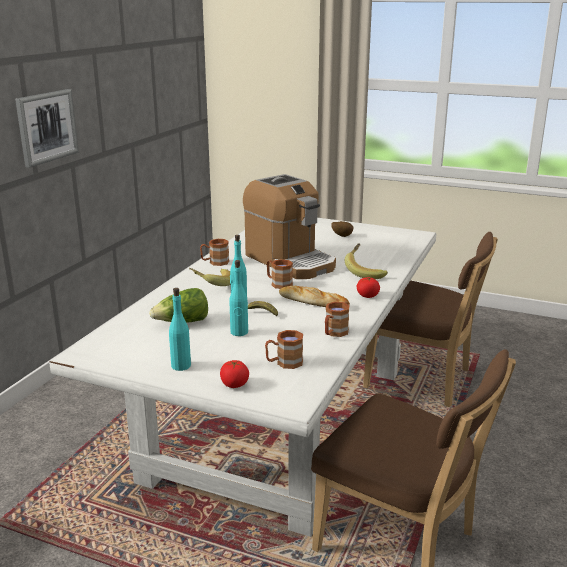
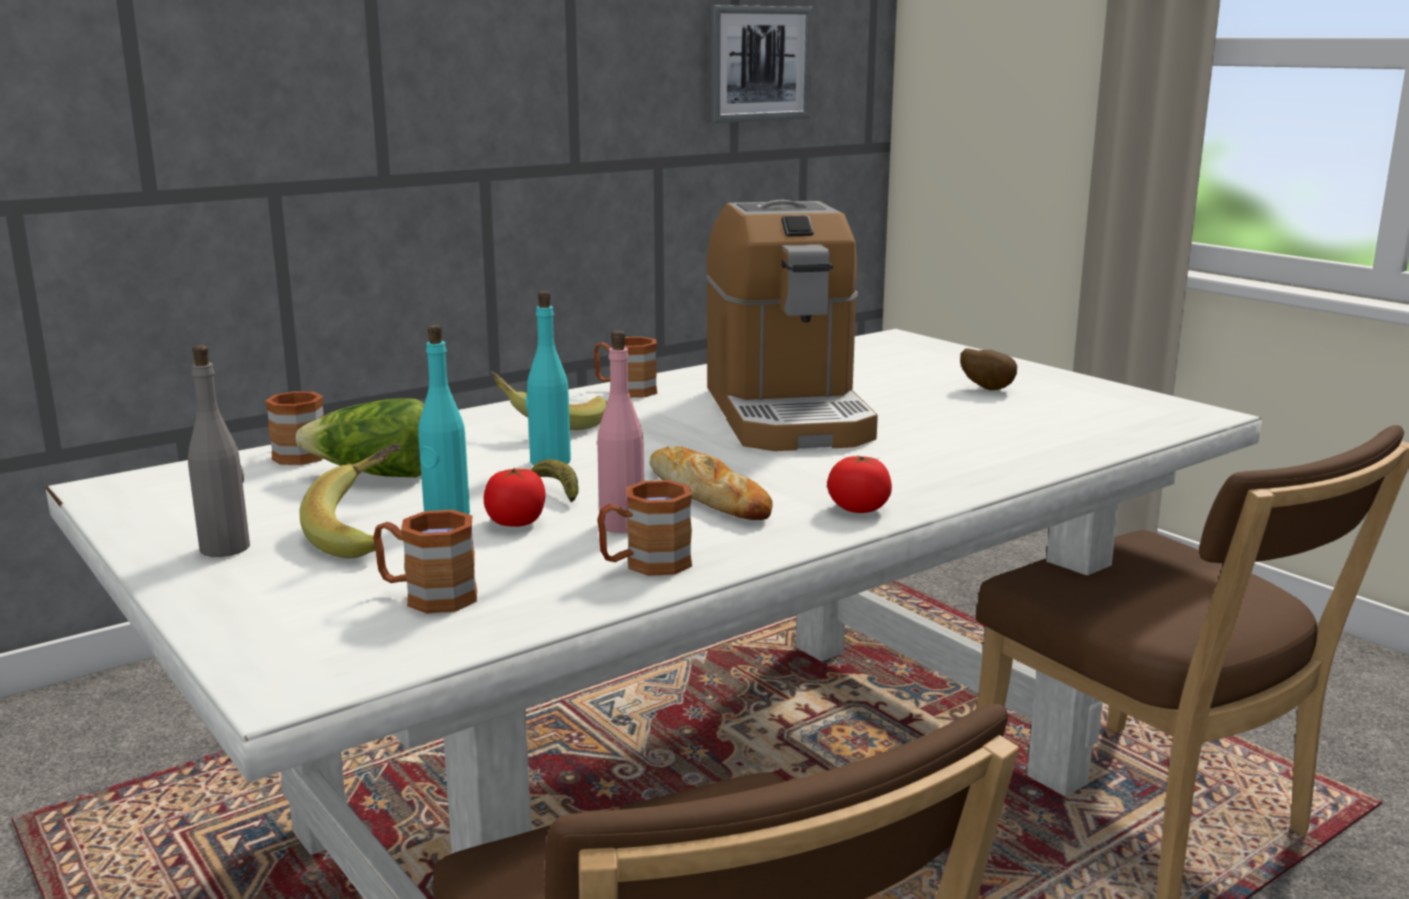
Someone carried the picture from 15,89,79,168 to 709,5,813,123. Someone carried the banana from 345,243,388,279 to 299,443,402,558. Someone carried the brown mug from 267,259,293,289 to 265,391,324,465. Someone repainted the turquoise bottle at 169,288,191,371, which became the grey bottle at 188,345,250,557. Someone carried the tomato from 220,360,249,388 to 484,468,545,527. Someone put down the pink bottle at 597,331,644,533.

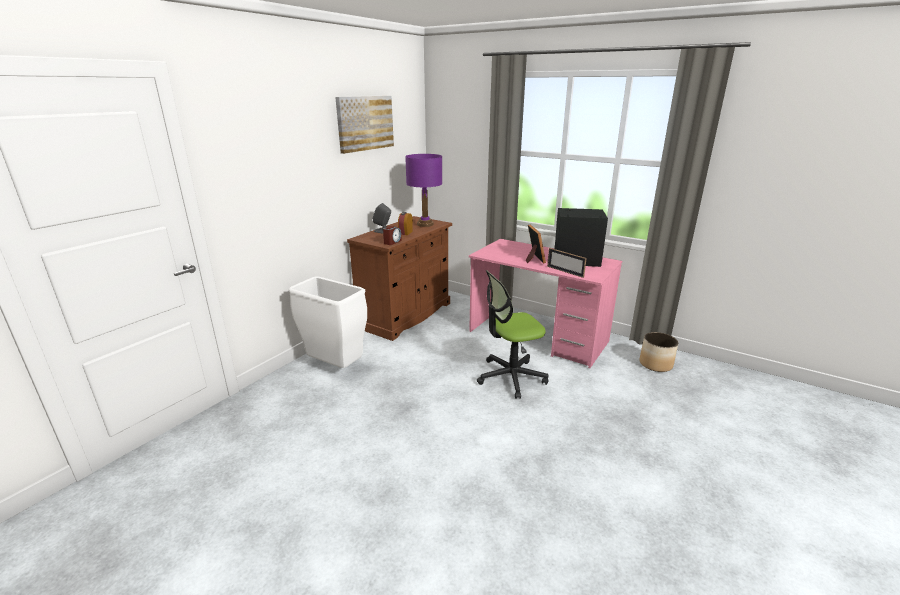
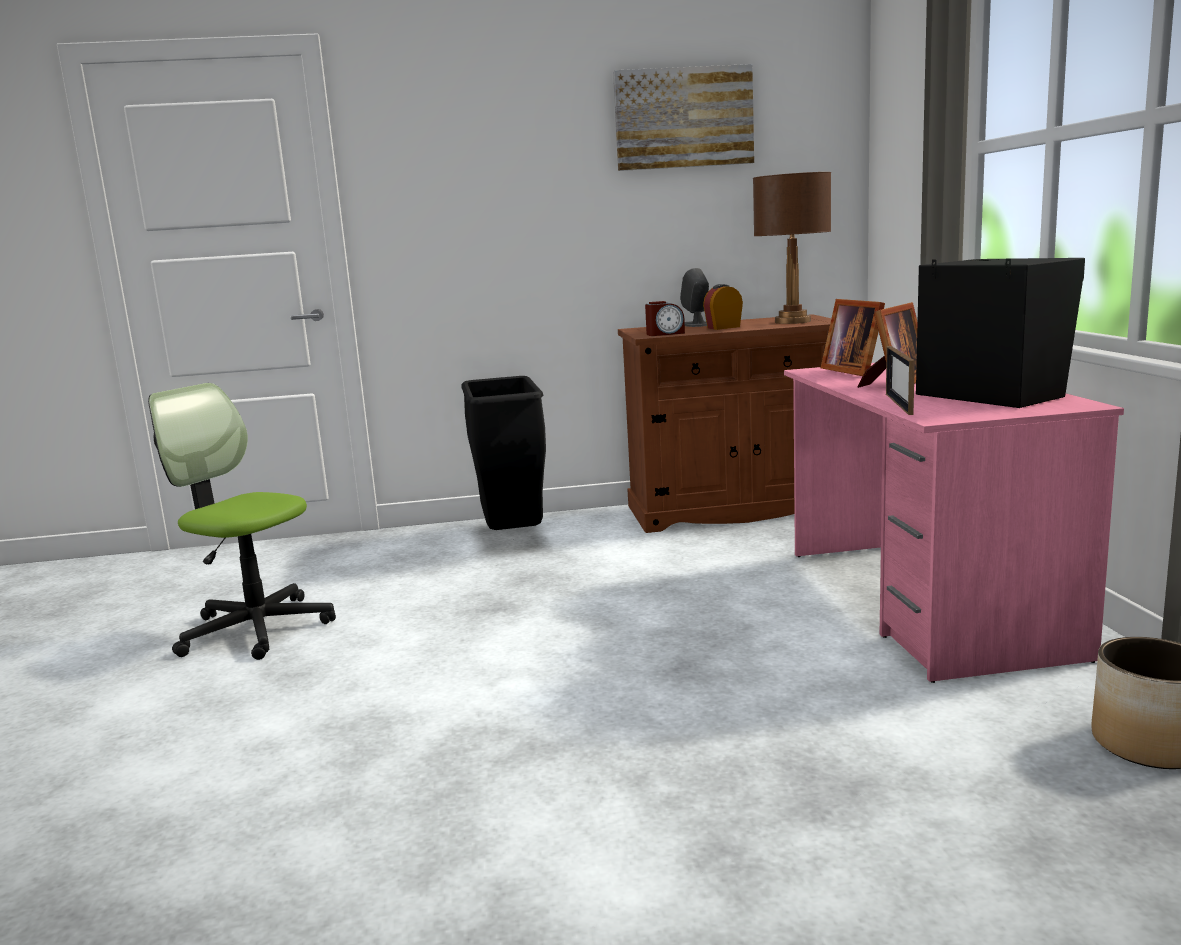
Someone repainted the purple table lamp at 405,154,442,227, which became the brown table lamp at 753,172,831,324. Someone carried the office chair from 477,270,549,399 to 148,383,336,660. Someone repainted the white trash can at 288,276,367,368, which became the black trash can at 461,376,546,530. Someone put down the picture frame at 821,299,885,376.

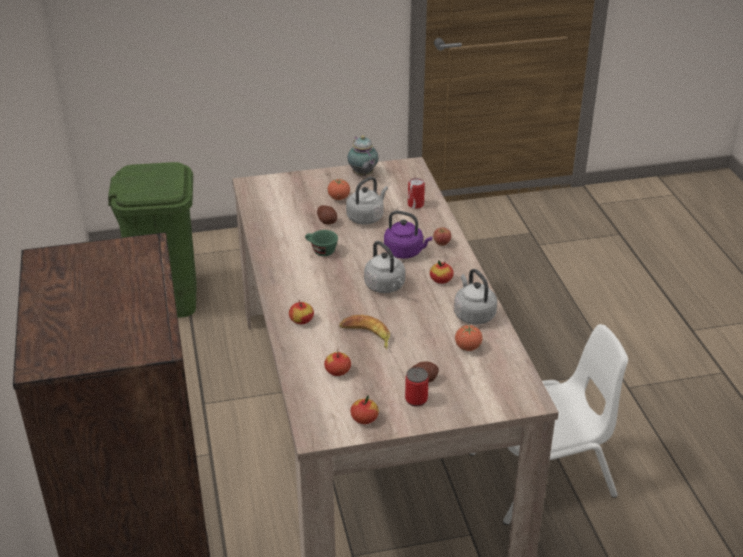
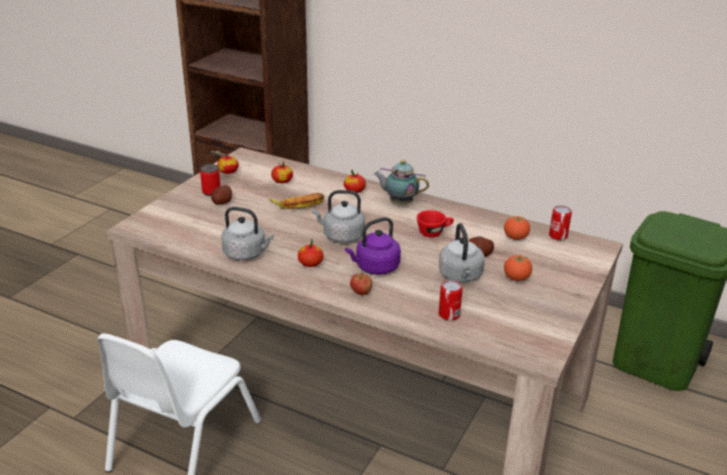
Someone carried the teapot from 347,135,378,176 to 374,160,429,205. Someone repainted the green cup at 305,230,338,256, which became the red cup at 417,210,454,237. Someone carried the tomato from 455,325,482,351 to 504,216,530,240. Someone put down the can at 549,205,572,240.

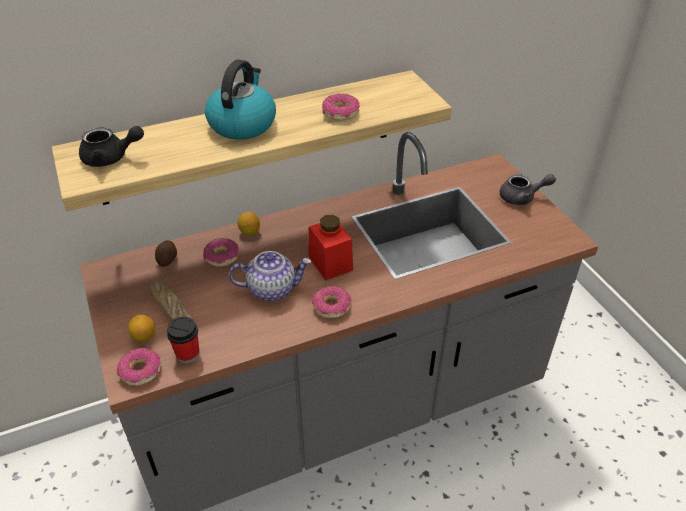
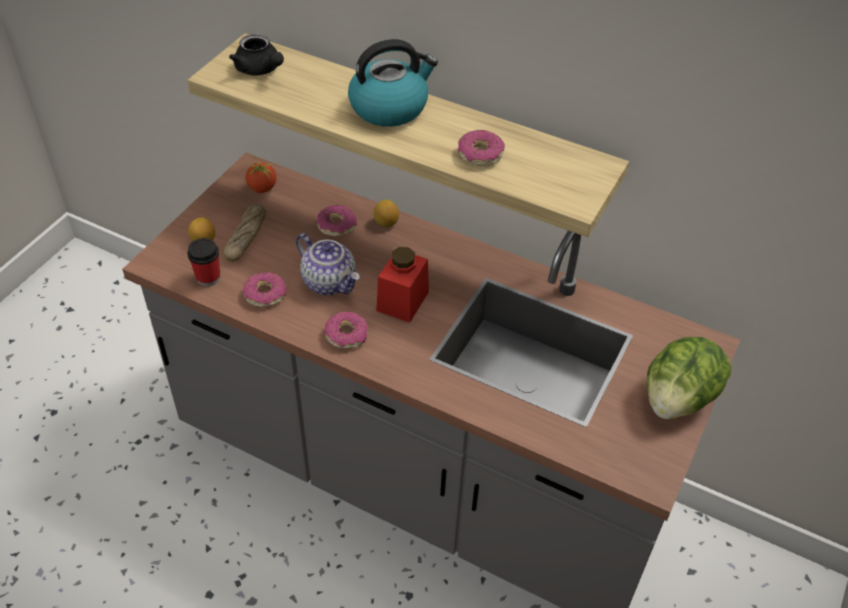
Someone swapped the grey teapot at 500,174,556,205 for the lettuce at 647,337,731,419. Someone took away the potato at 155,240,177,267. Someone carried the donut from 117,348,161,386 to 243,272,286,307. Someone put down the tomato at 244,157,276,193.

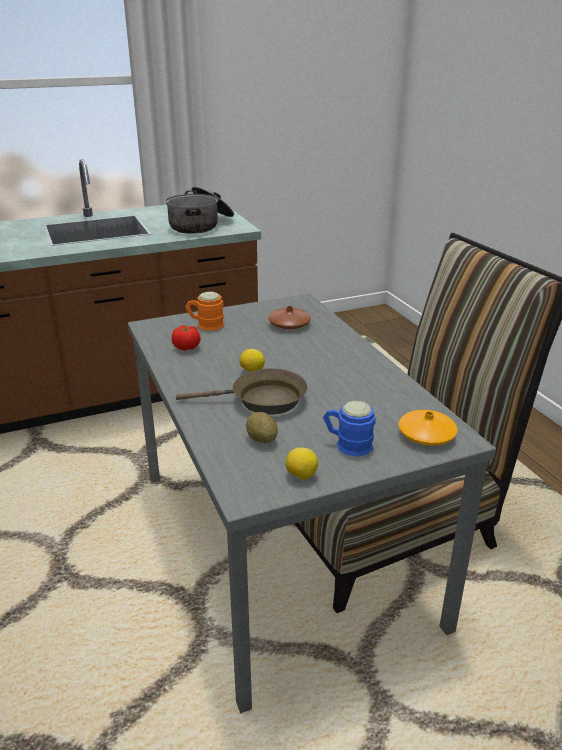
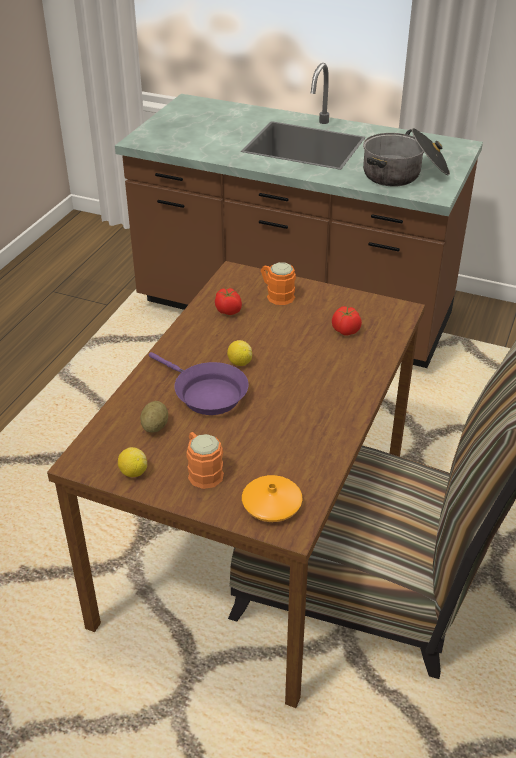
Someone repainted the grey dining table at 128,294,496,714, which became the brown dining table at 47,261,425,708. Someone swapped the brown vase at 268,306,311,329 for the tomato at 332,306,362,335. Someone repainted the brown frying pan at 176,368,307,415, which became the purple frying pan at 149,352,249,415. Someone repainted the blue mug at 323,400,375,457, which became the orange mug at 186,432,224,489.

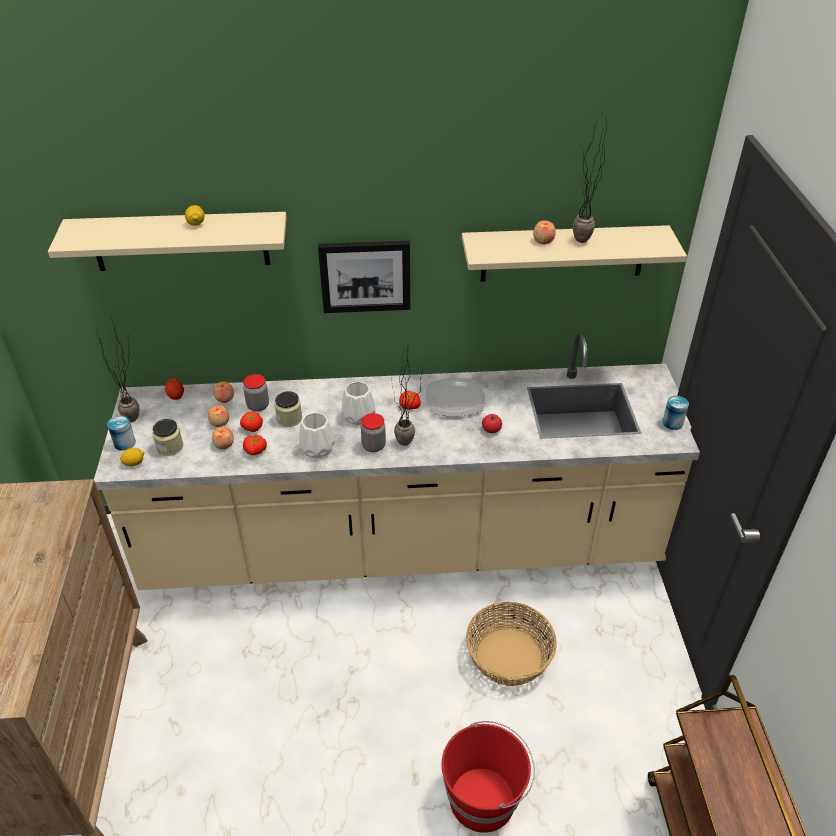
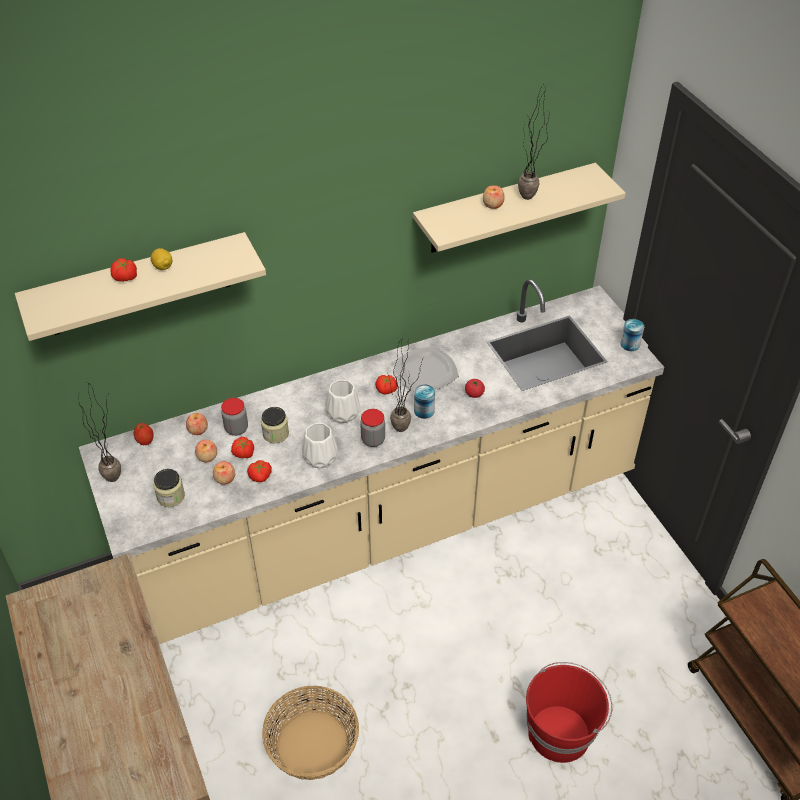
Someone took away the picture at 318,241,410,313. Someone carried the can from 107,415,136,451 to 414,385,435,419. Someone took away the lemon at 120,448,144,467. Someone carried the basket from 466,602,557,686 to 262,686,359,780. Someone put down the tomato at 111,258,137,282.

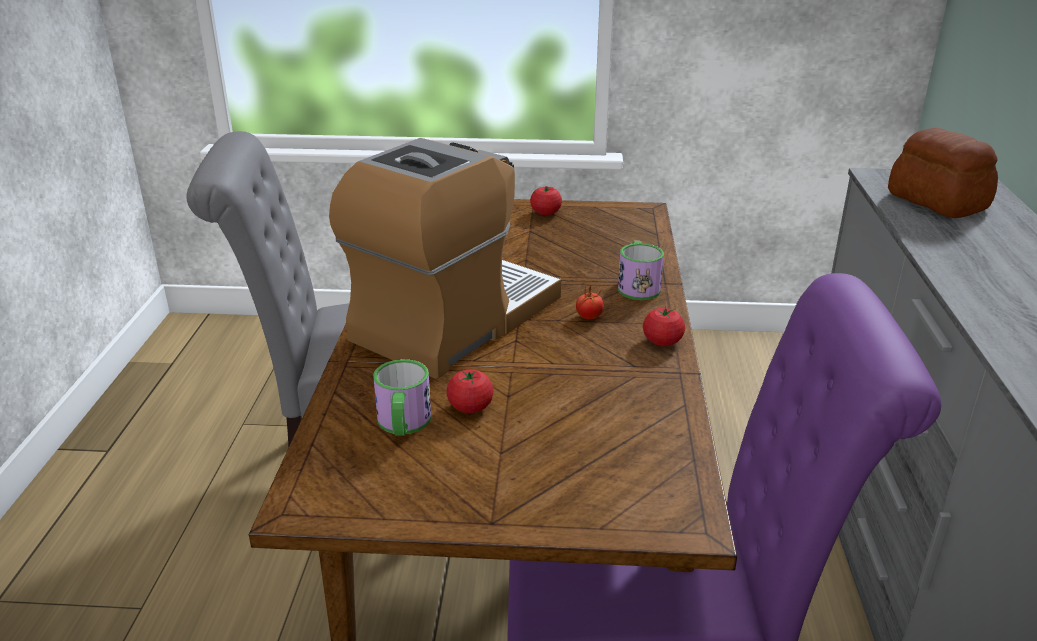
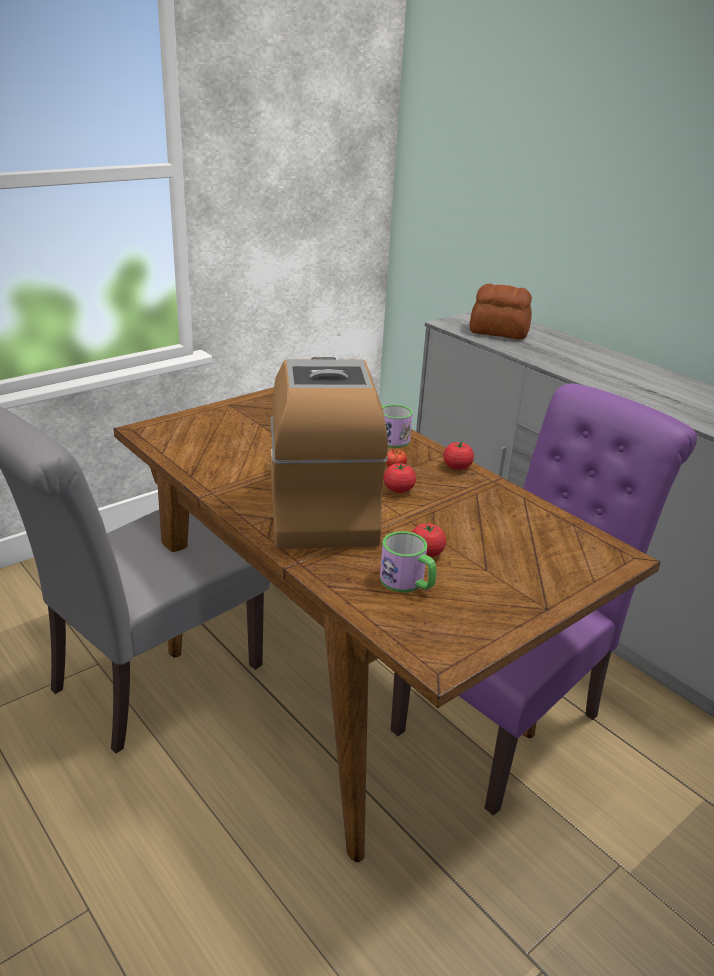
Someone carried the tomato from 530,186,562,215 to 384,462,416,493.

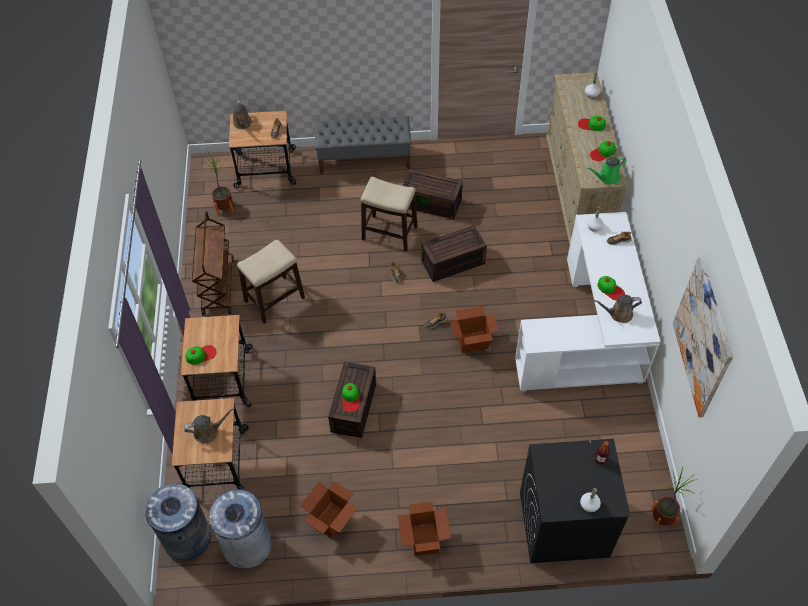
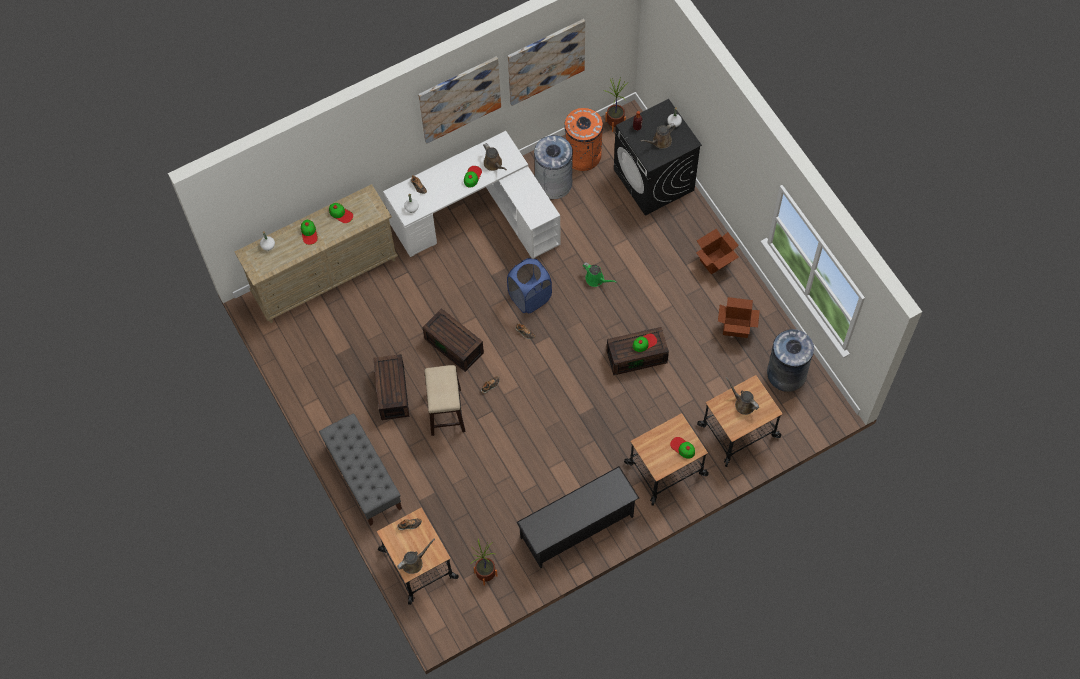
Someone carried the green watering can from 587,156,626,184 to 583,262,617,287. Someone swapped the brown cart at 192,212,234,316 for the black shoe rack at 517,466,639,568. Someone took away the stool at 237,240,305,324. Someone swapped the cardboard box at 450,306,499,353 for the blue laundry basket at 507,258,552,313. Someone carried the grey trash can from 145,483,211,561 to 534,135,573,199. Someone put up the picture at 418,57,501,144. Someone put down the orange trash can at 564,108,603,171. Someone put down the brown watering can at 641,123,676,148.

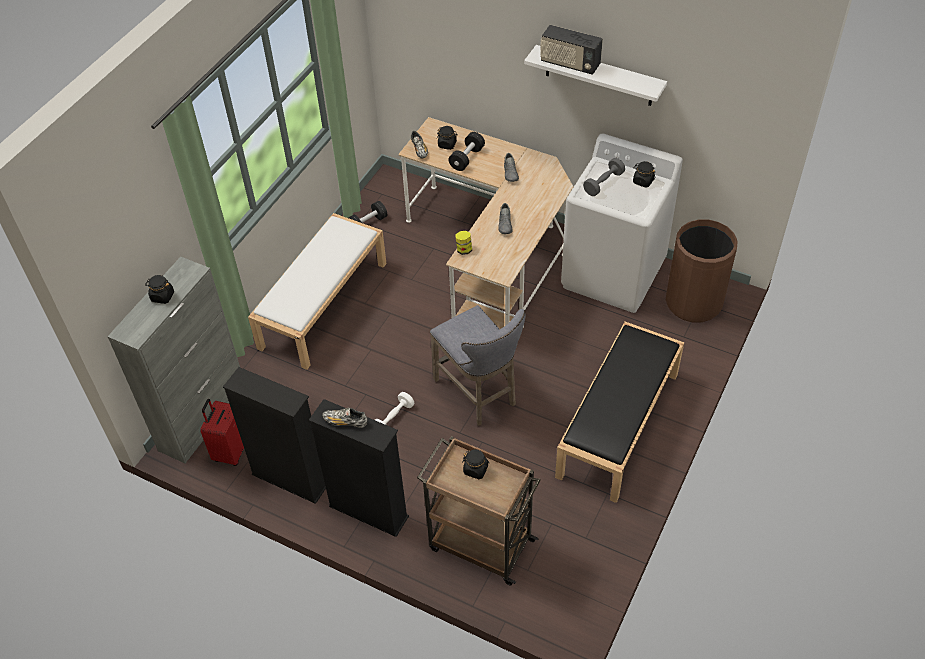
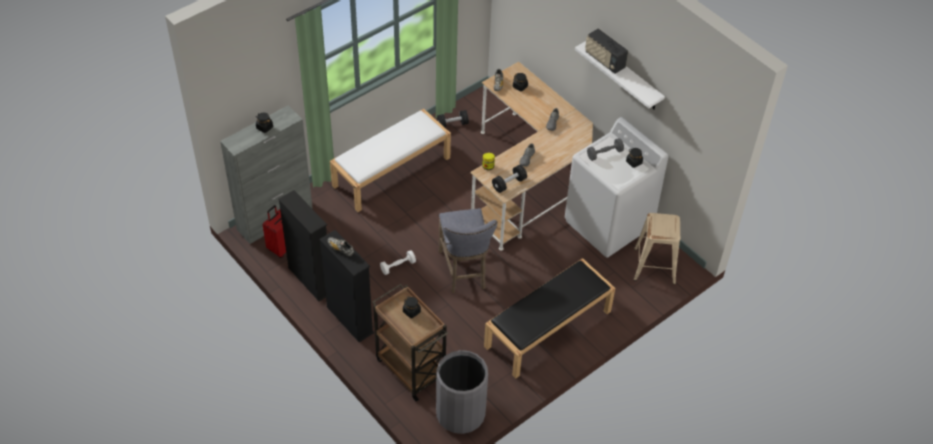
Someone carried the black dumbbell from 448,132,485,171 to 492,165,527,193. Someone swapped the brown trash can at 666,220,738,322 for the beige stool at 634,213,680,285. Someone put down the grey trash can at 436,350,488,434.

